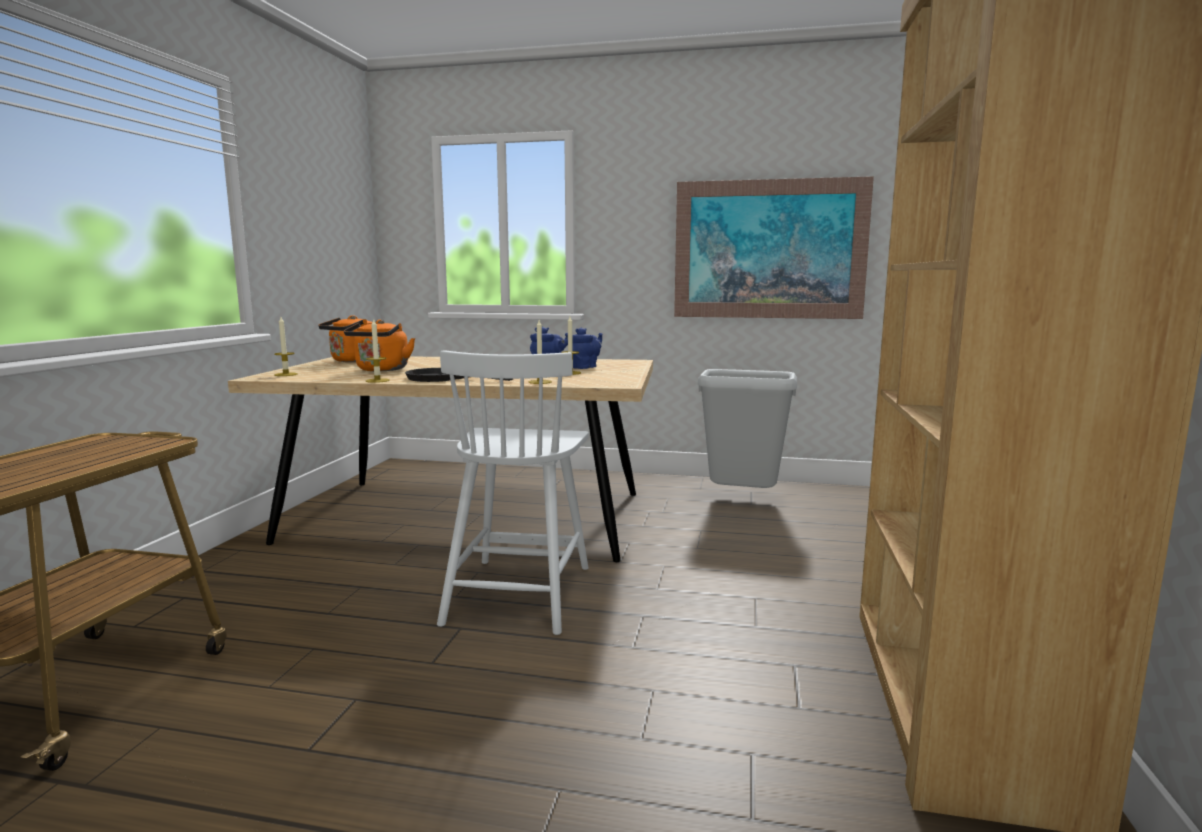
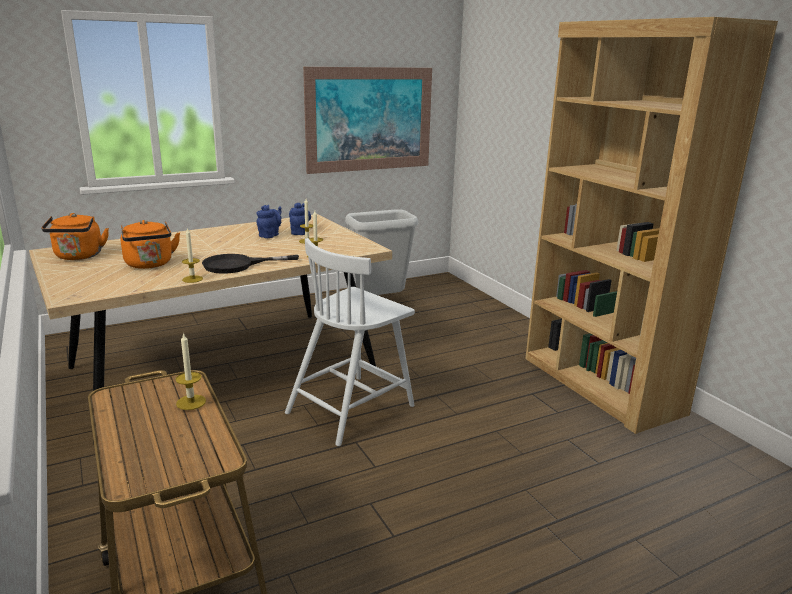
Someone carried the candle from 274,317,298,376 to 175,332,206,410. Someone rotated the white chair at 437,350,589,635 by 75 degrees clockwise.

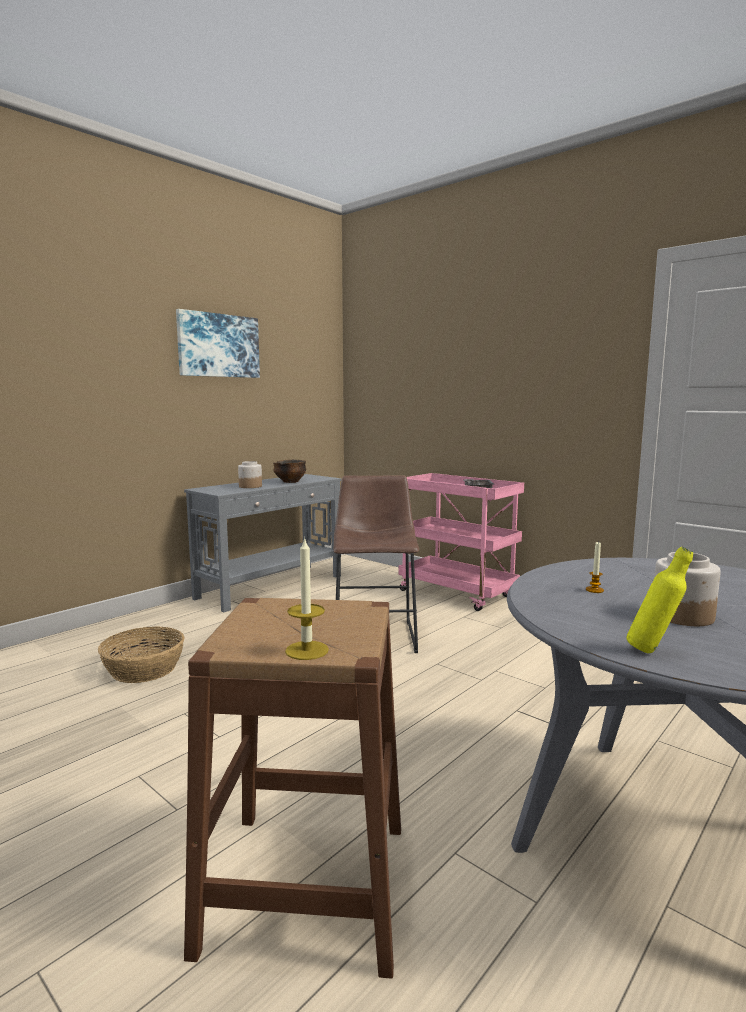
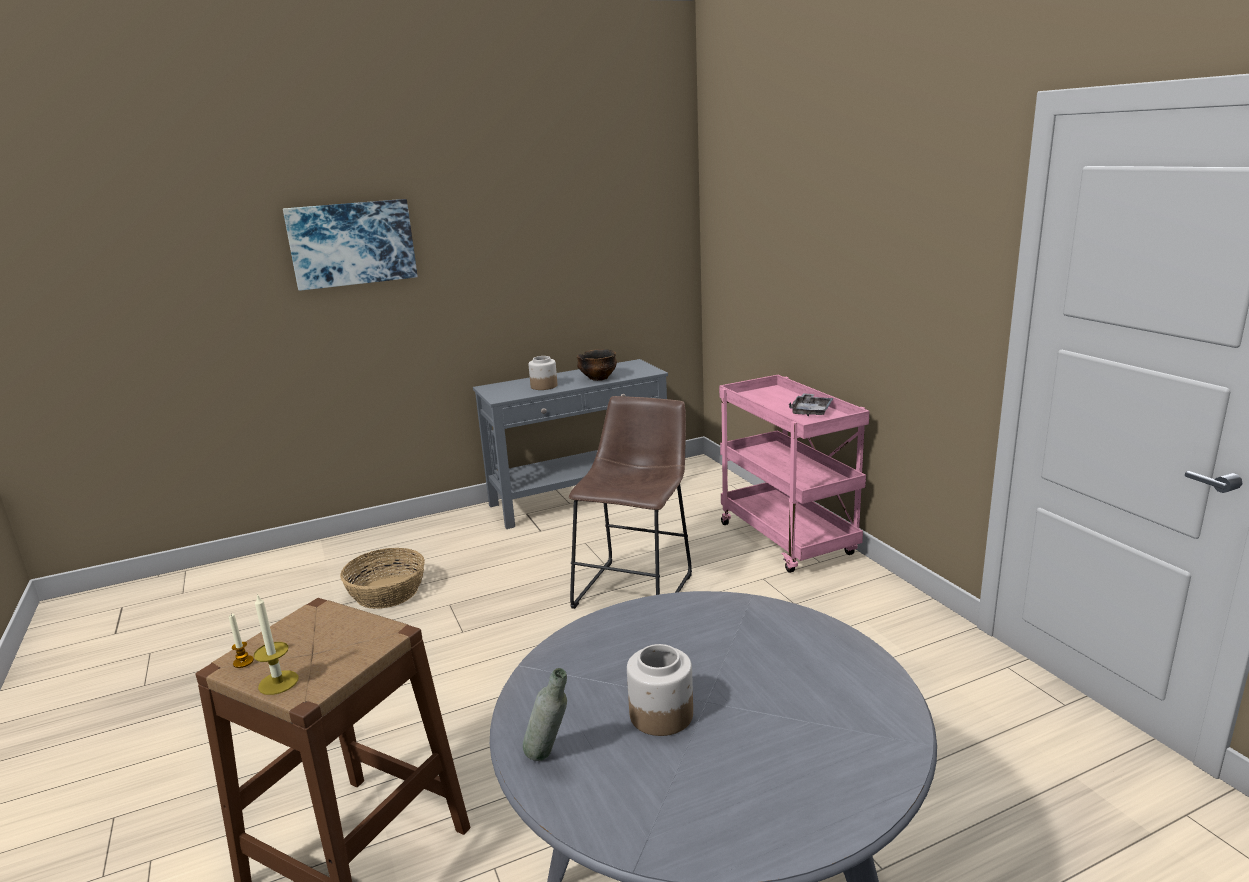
Someone carried the picture from 176,309,260,378 to 283,199,418,291. Someone carried the candle from 586,542,604,593 to 229,614,254,668. Someone repainted the yellow bottle at 626,547,693,653, which became the grey bottle at 523,668,567,761.

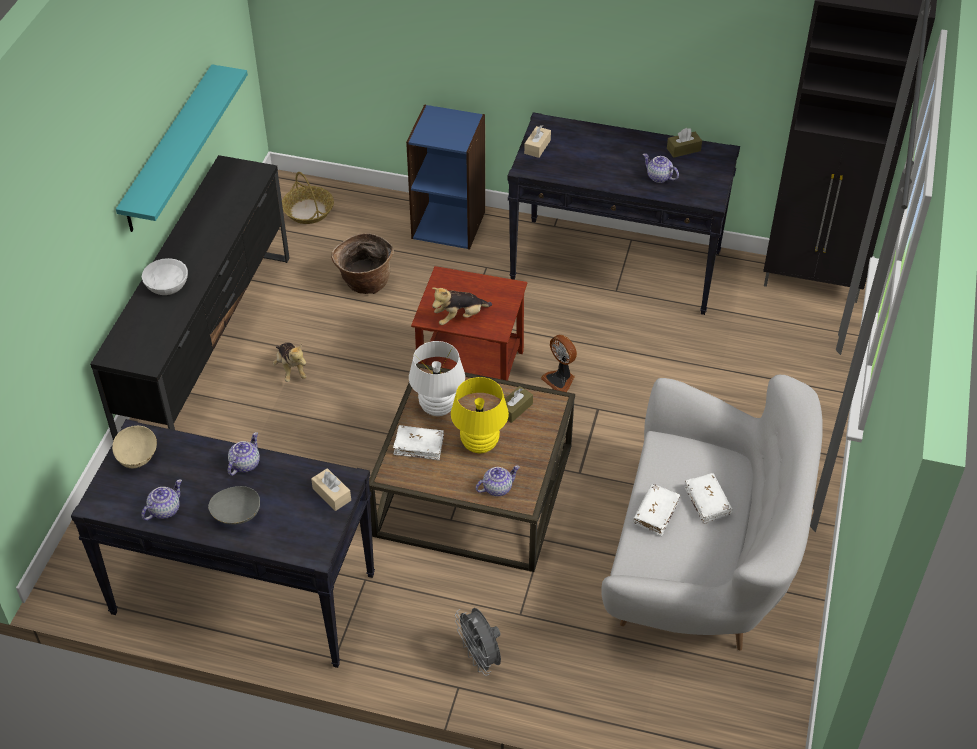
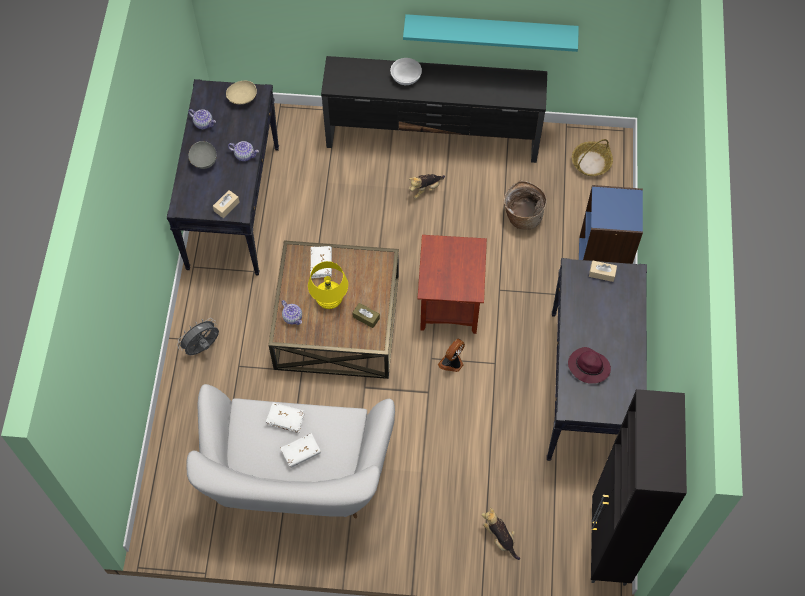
Someone took away the brown tissue box at 667,128,702,158. Someone swapped the teapot at 643,153,679,183 for the purple hat at 568,347,611,384. Someone carried the plush toy from 432,287,492,325 to 482,508,520,560. Someone took away the white table lamp at 409,341,465,416.

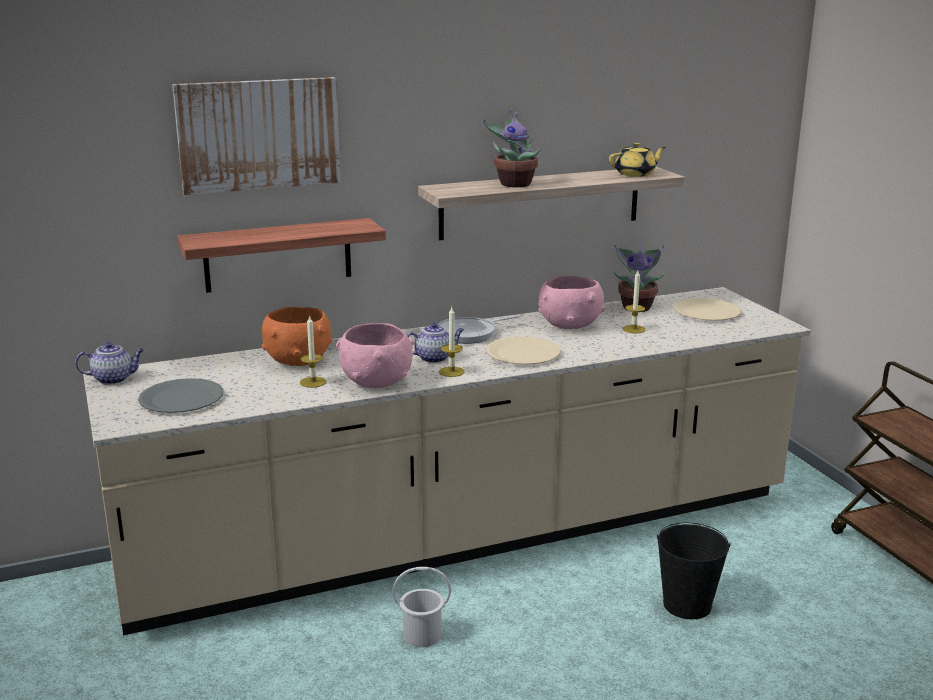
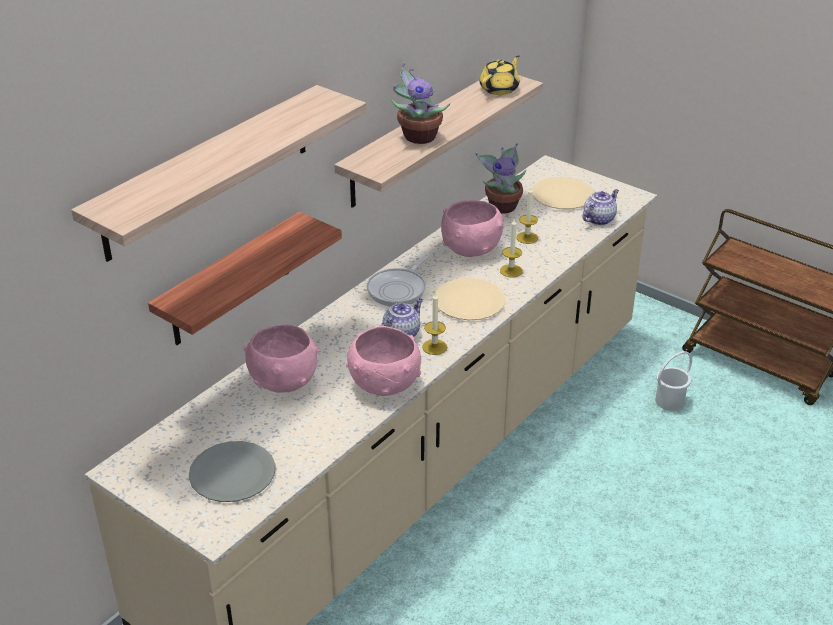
Someone swapped the picture at 172,77,341,195 for the shelf at 71,85,366,262. Someone repainted the orange bowl at 262,307,332,366, which became the pink bowl at 243,324,319,393. Someone carried the candle from 300,315,326,388 to 500,218,523,278. Someone carried the teapot from 75,342,144,385 to 582,189,619,225. Someone took away the black bucket at 657,523,731,619. Someone carried the white bucket from 392,567,451,647 to 655,351,692,411.

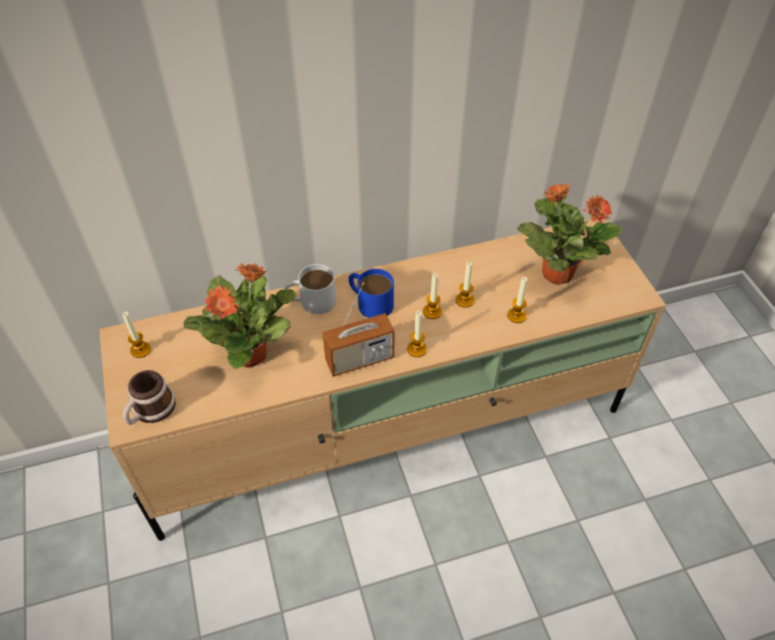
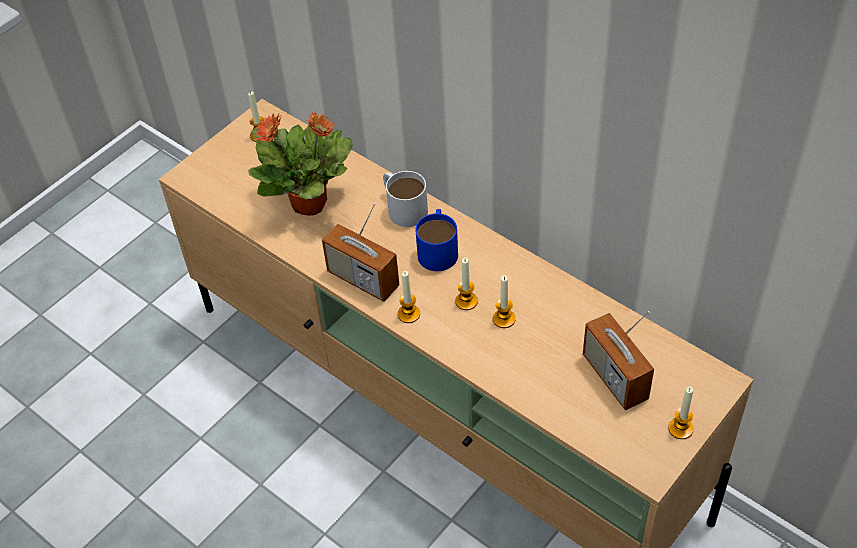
Someone swapped the potted plant at 517,183,623,285 for the radio at 583,311,654,410. Someone carried the candle from 507,277,527,323 to 668,386,694,439. Someone took away the mug at 123,370,176,425.

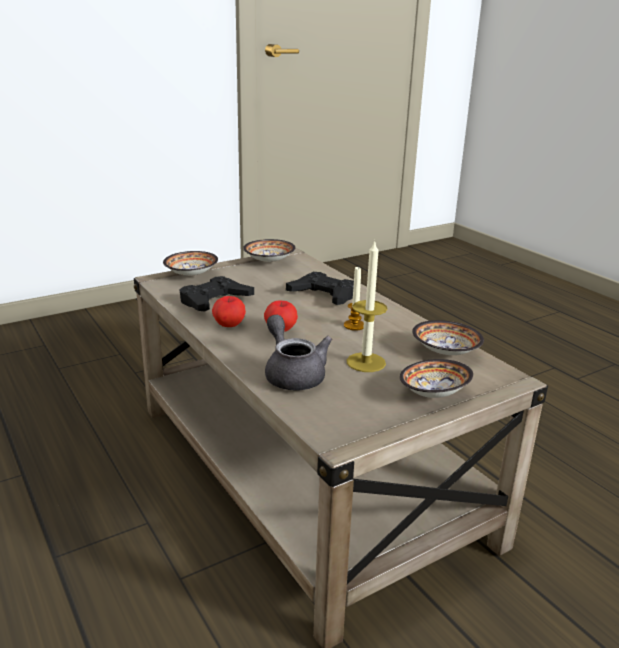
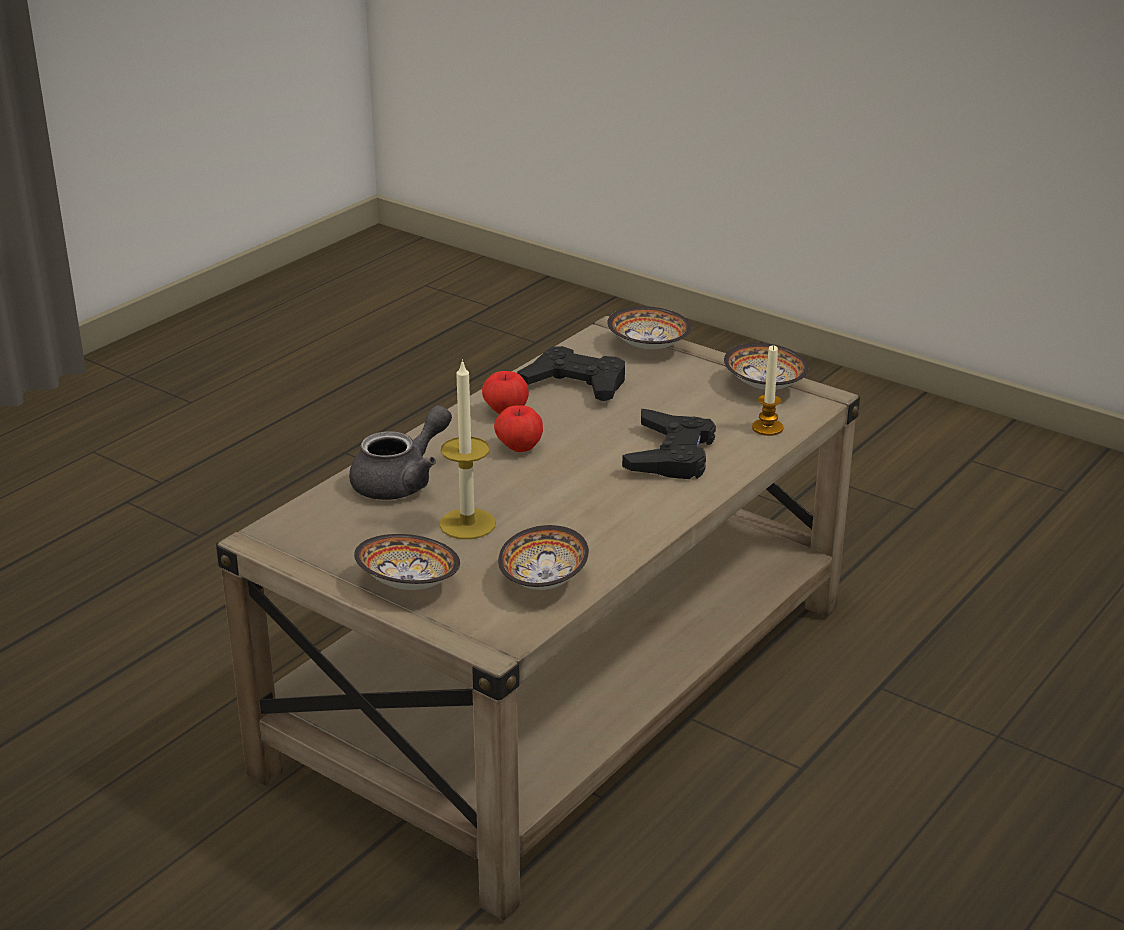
Someone carried the candle from 344,267,364,331 to 752,345,784,436.

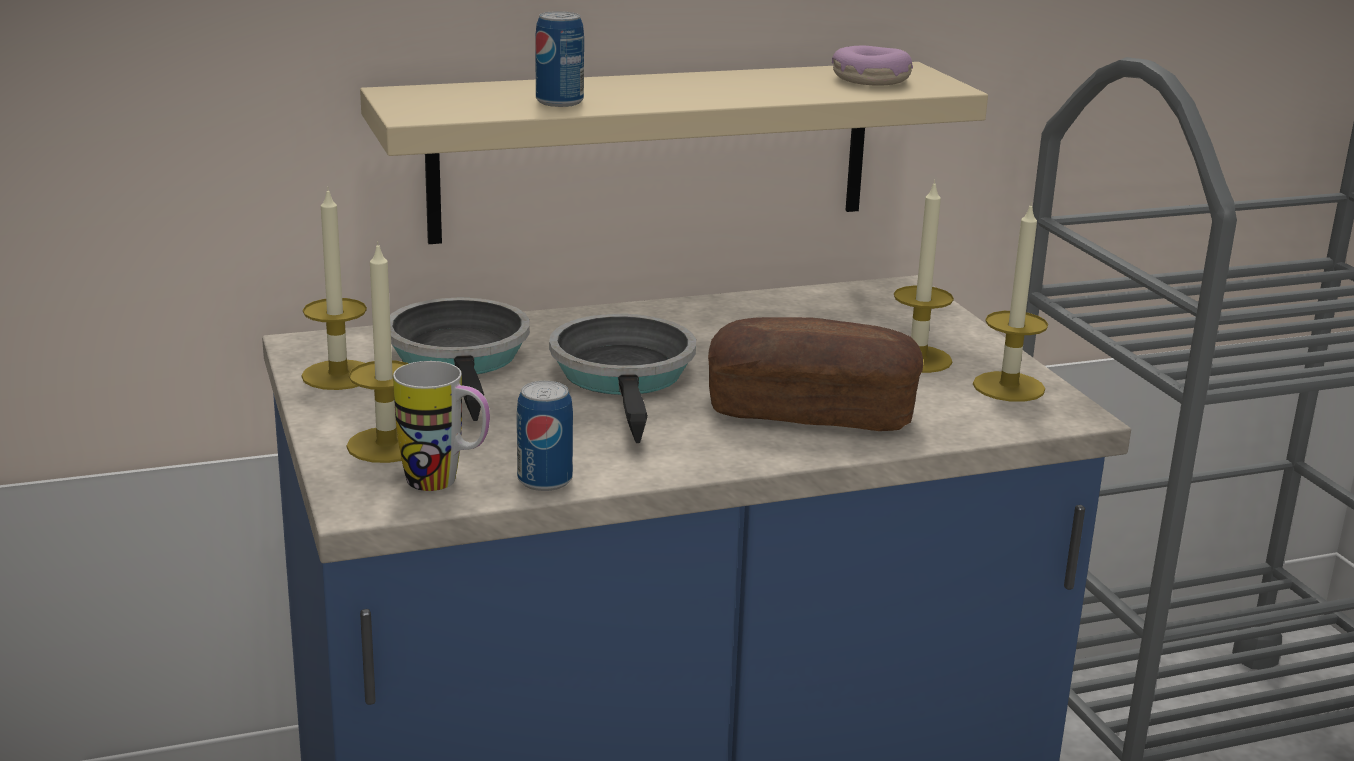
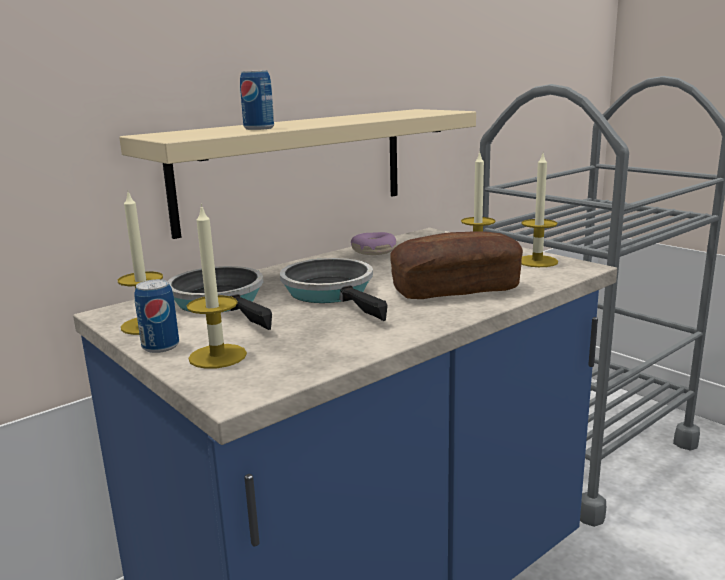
Someone carried the donut from 832,46,913,86 to 351,232,396,255. Someone took away the mug at 393,361,490,491. Someone carried the can from 517,381,573,491 to 134,279,179,353.

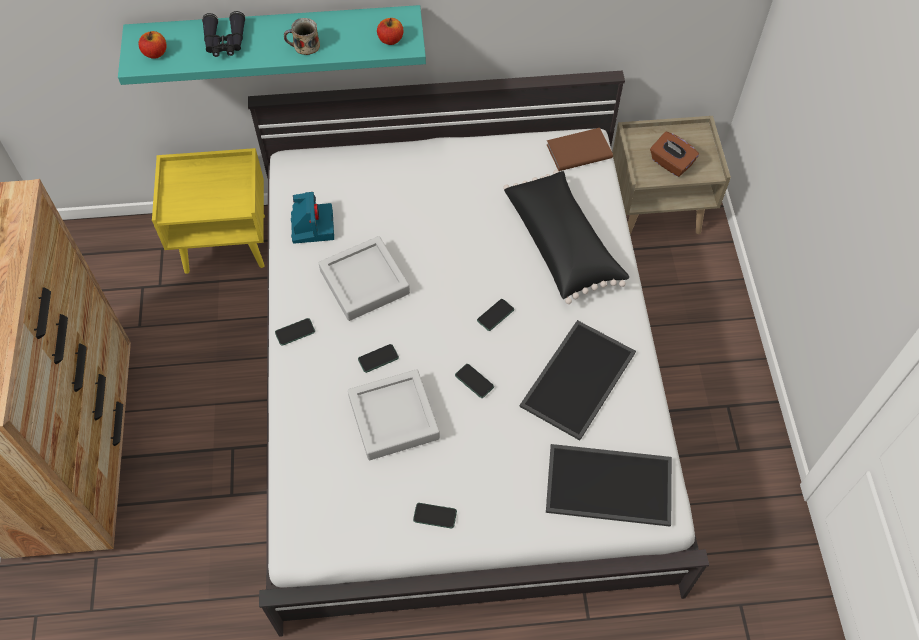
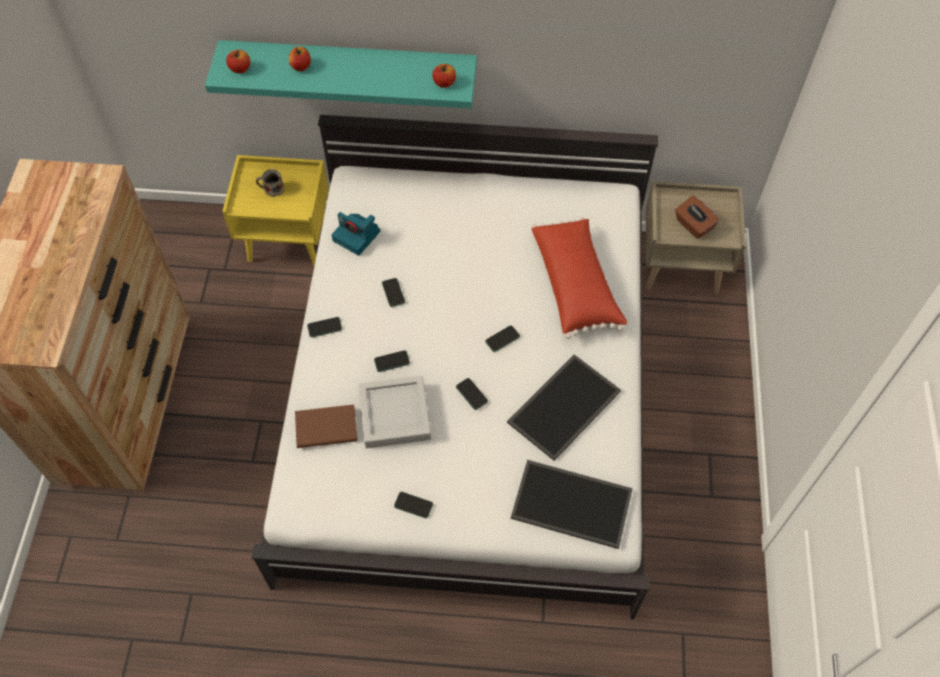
Someone swapped the black binoculars at 202,11,245,57 for the apple at 289,47,311,71. Someone carried the mug from 284,18,320,55 to 256,169,284,197. Someone carried the brown book from 547,128,613,171 to 295,404,357,448. Someone repainted the black pillow at 503,170,629,304, which became the red pillow at 531,217,627,339. Someone rotated the photo camera at 291,192,334,244 by 120 degrees clockwise. Someone swapped the grey tray at 319,236,410,321 for the phone at 382,278,405,307.

